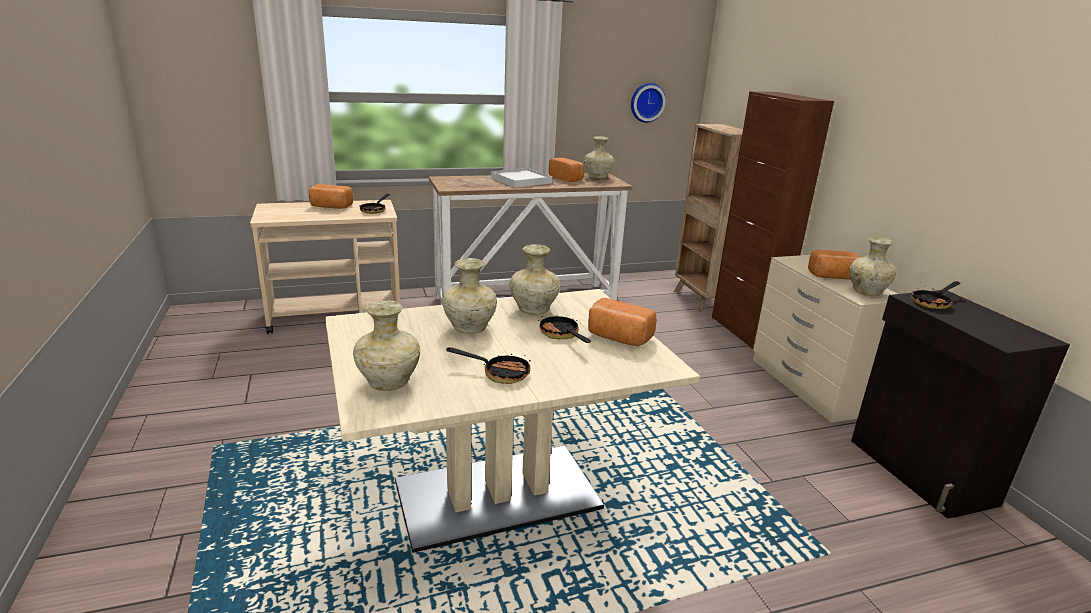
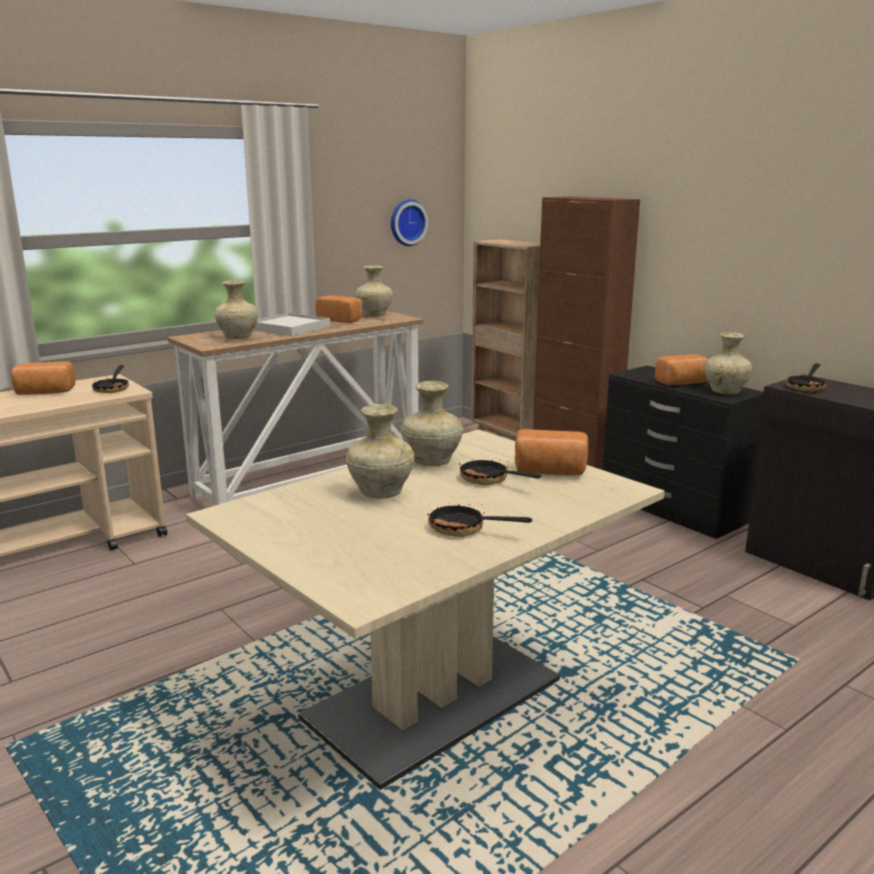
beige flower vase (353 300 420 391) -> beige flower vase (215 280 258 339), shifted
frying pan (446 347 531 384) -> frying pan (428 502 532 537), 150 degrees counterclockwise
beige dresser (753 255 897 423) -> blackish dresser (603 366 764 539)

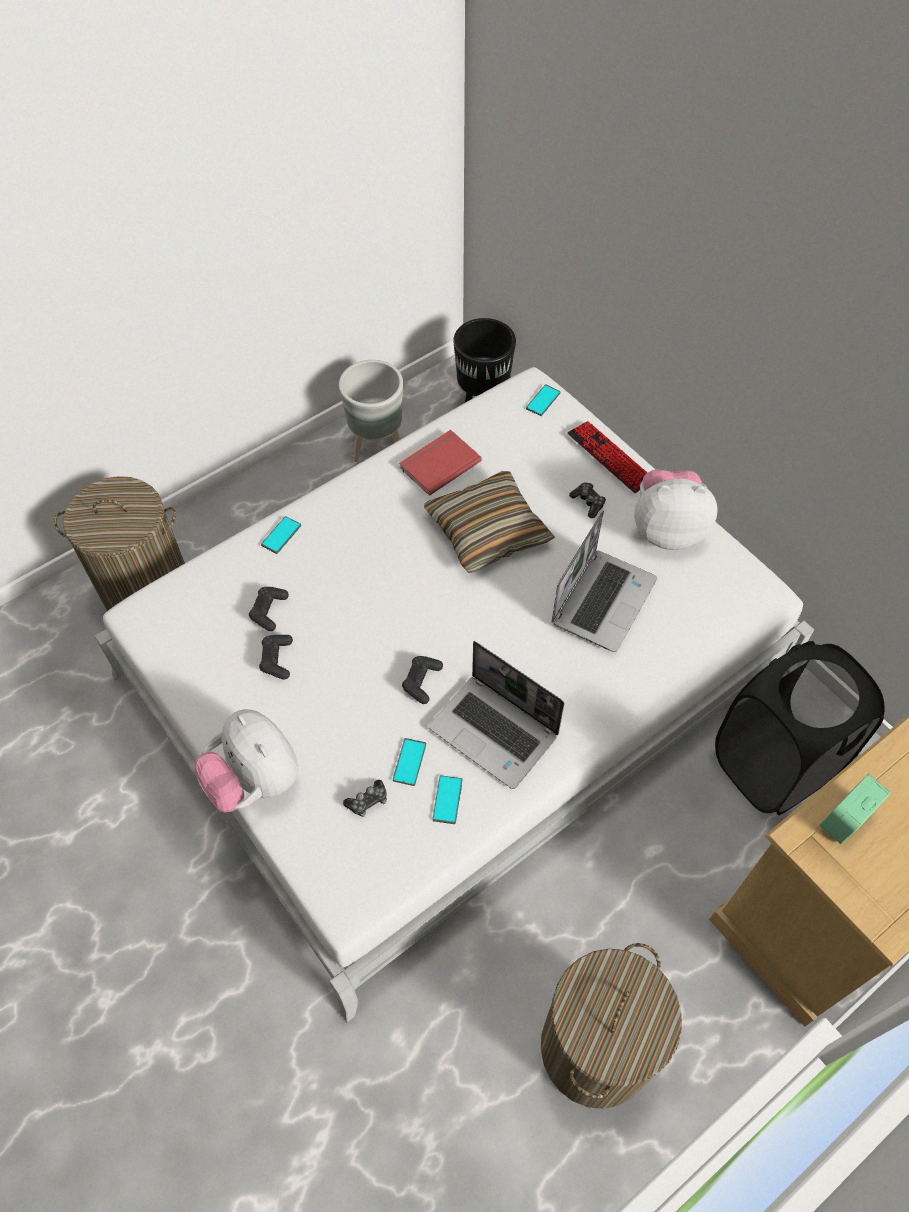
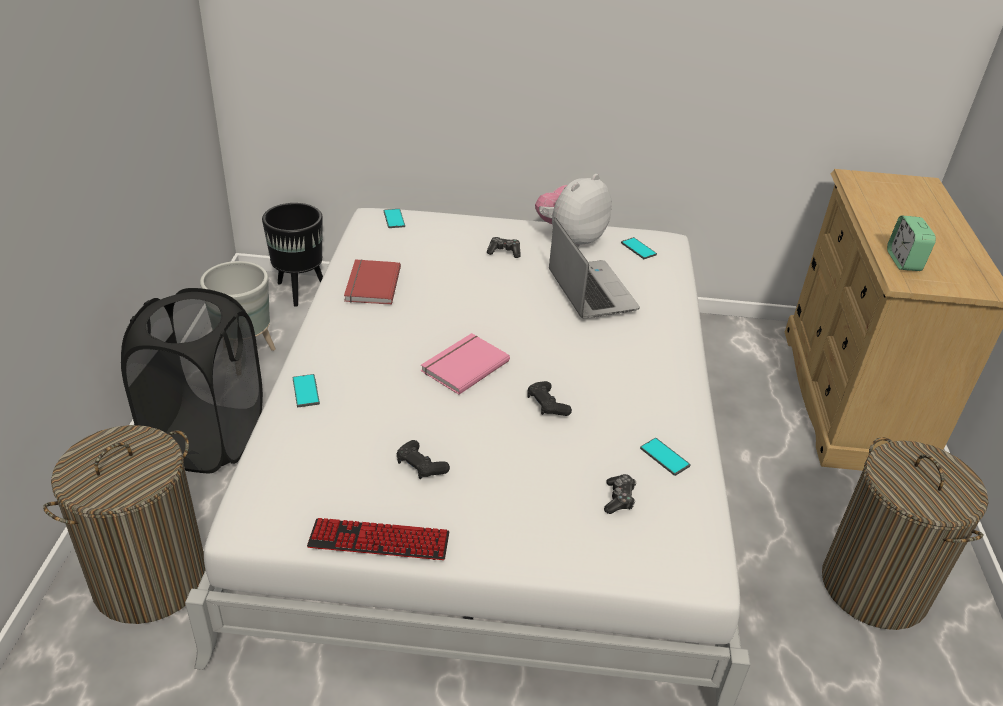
blackish hamper (715 641 885 815) -> blackish hamper (121 288 263 473), shifted
keyboard (567 421 648 493) -> keyboard (307 518 450 560), shifted
none -> pink volume (421 333 510 395)
phone (393 738 426 786) -> phone (621 237 657 259), shifted
cuddly toy (194 709 299 812) -> none
blackish joypad (249 587 289 631) -> none
throw pillow (424 471 555 573) -> none
laptop (428 641 565 789) -> none

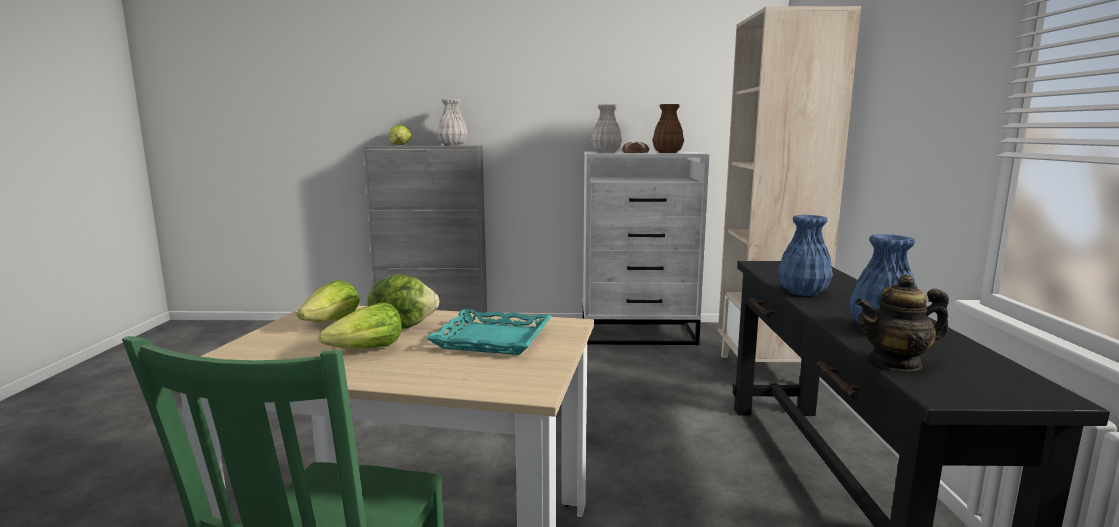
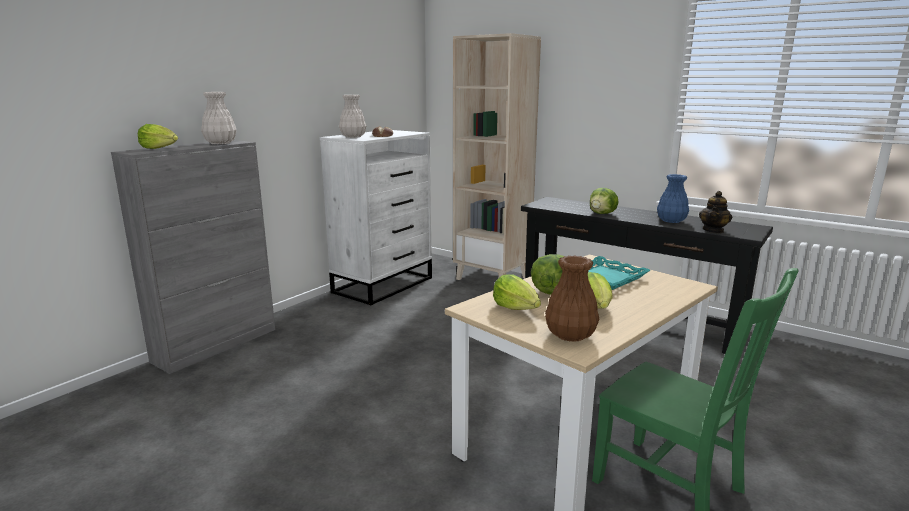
brown-coloured flower vase (652 104 684 153) -> brown-coloured flower vase (545 256 599 342), shifted
bluish flower vase (778 215 833 296) -> lettuce (590 188 619 214)

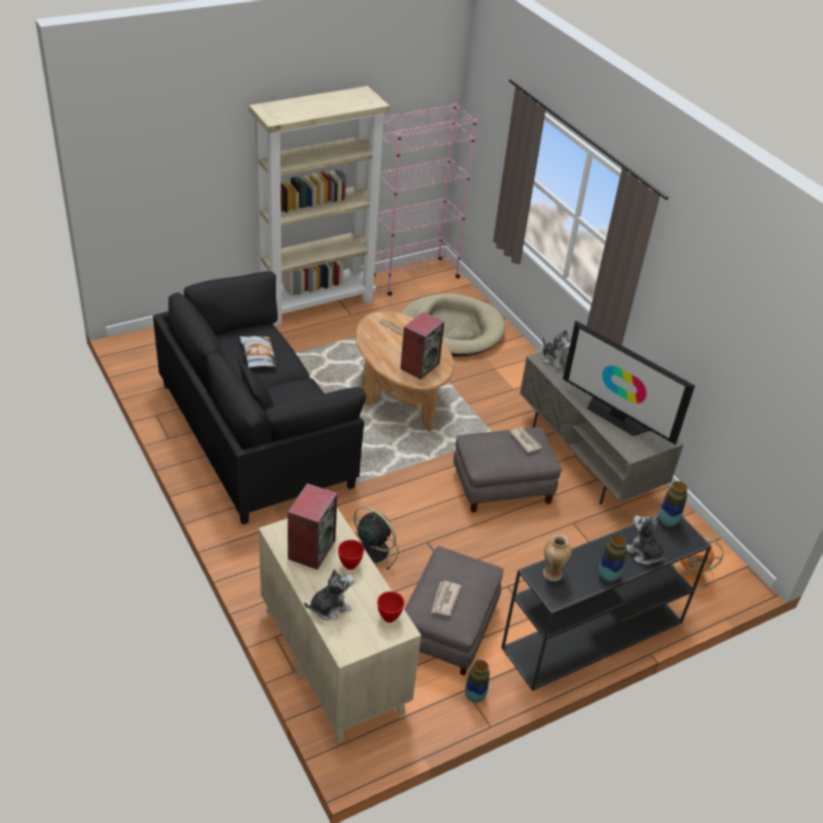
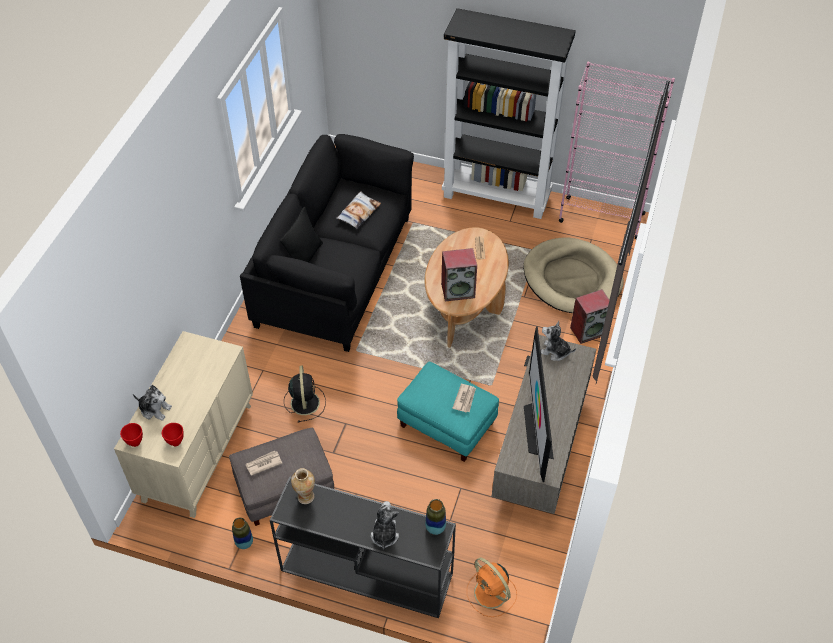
red serving bowl (338 540 364 570) -> red serving bowl (120 423 143 447), shifted
grey pouffe (453 427 562 513) -> blue-green pouffe (397 361 499 462)
beige shelving unit (249 86 390 326) -> blackish shelving unit (442 8 576 219)
cuddly toy (542 330 570 370) -> cuddly toy (541 321 576 361), 105 degrees clockwise
audio speaker (288 483 337 570) -> audio speaker (570 289 609 344), shifted
flower vase (598 535 627 582) -> none

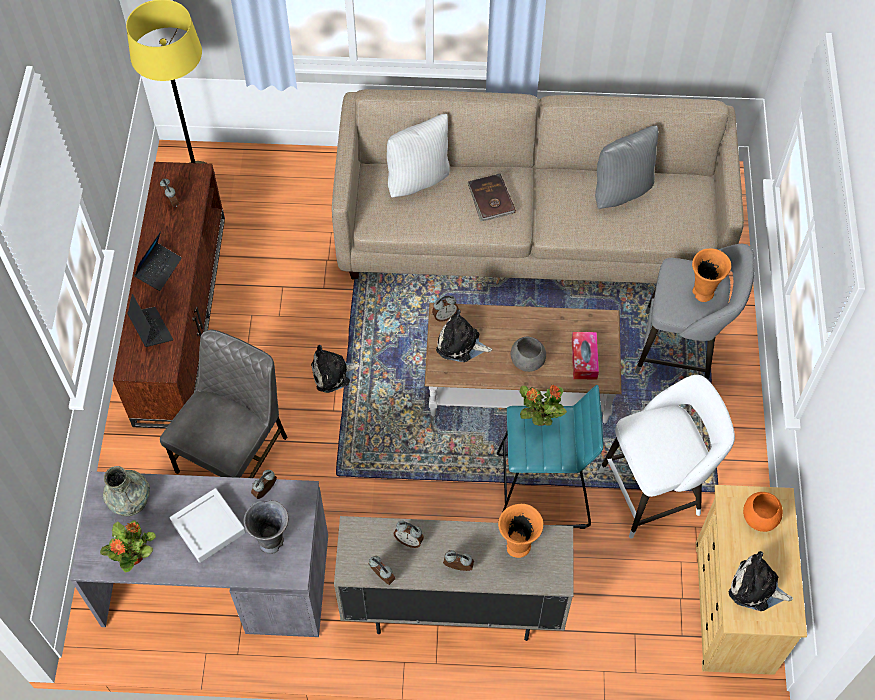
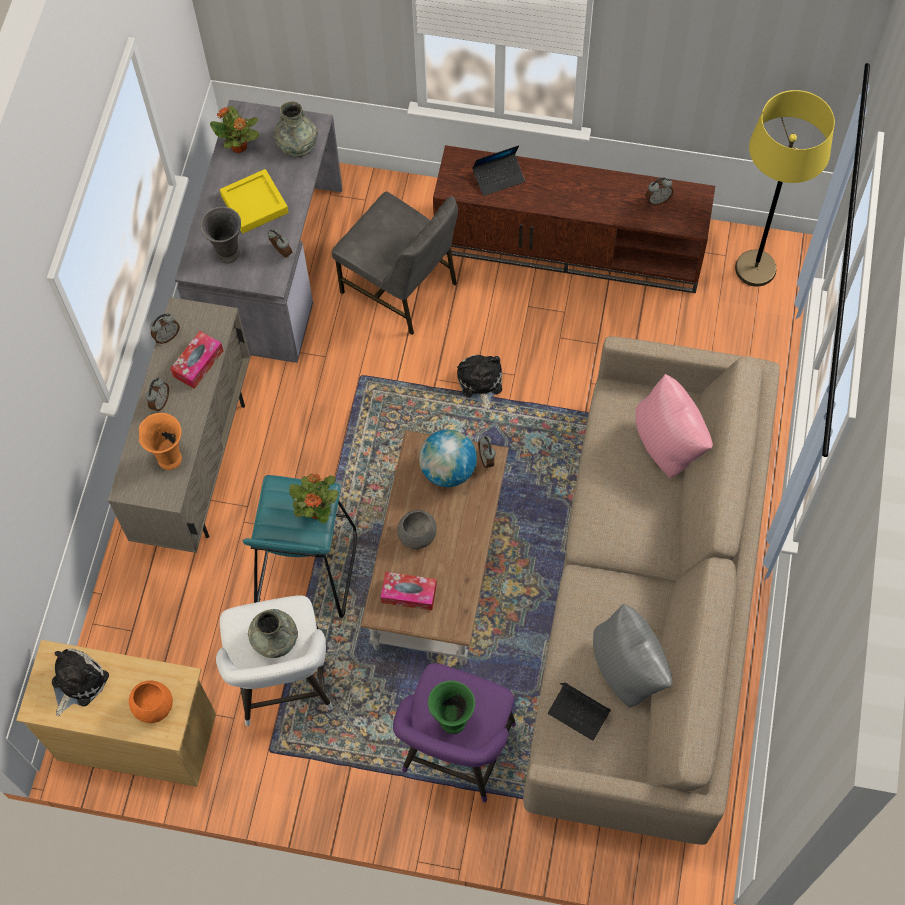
alarm clock (393 521 424 548) -> box of tissues (170 331 223 389)
grey serving tray (170 488 246 563) -> yellow serving tray (220 169 288 233)
none -> grey flower vase (248 609 298 658)
grey sitting stool (635 244 755 381) -> purplish sitting stool (393 663 516 803)
cuddly toy (436 309 492 362) -> globe (419 430 477 487)
orange flower vase (692 248 731 302) -> green-coloured flower vase (428 680 475 734)
laptop (134 231 182 291) -> laptop (548 683 611 741), shifted
white-coloured throw pillow (387 114 450 197) -> pink throw pillow (635 374 713 478)
brown-coloured volume (468 174 516 221) -> none

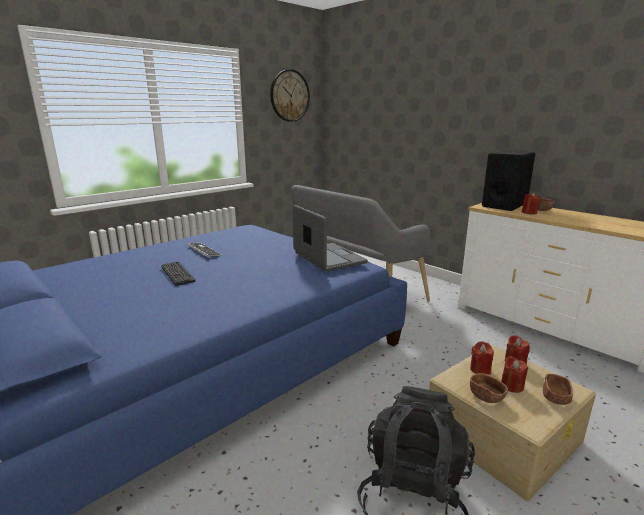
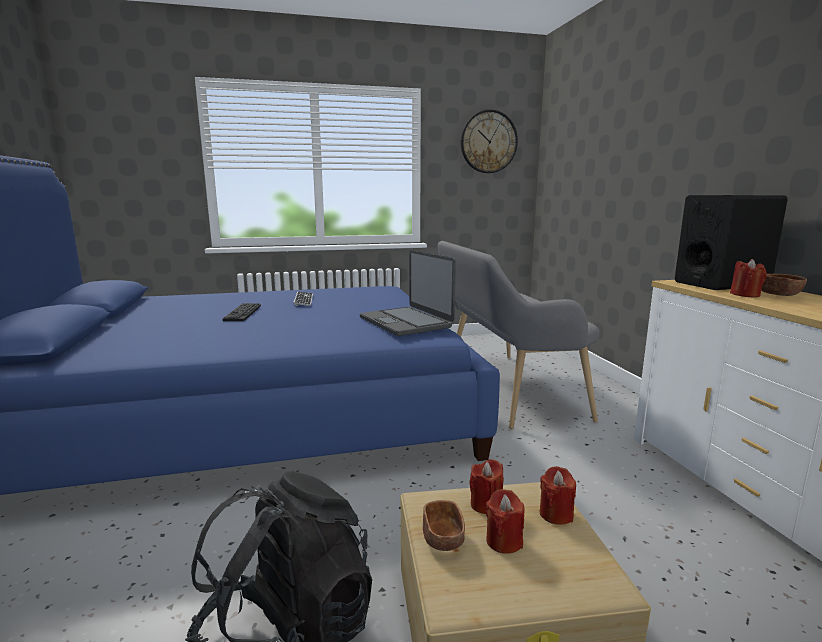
laptop (292 205 367 272) -> laptop (360 250 456 336), 150 degrees clockwise
brown-coloured serving bowl (543 374 573 405) -> none

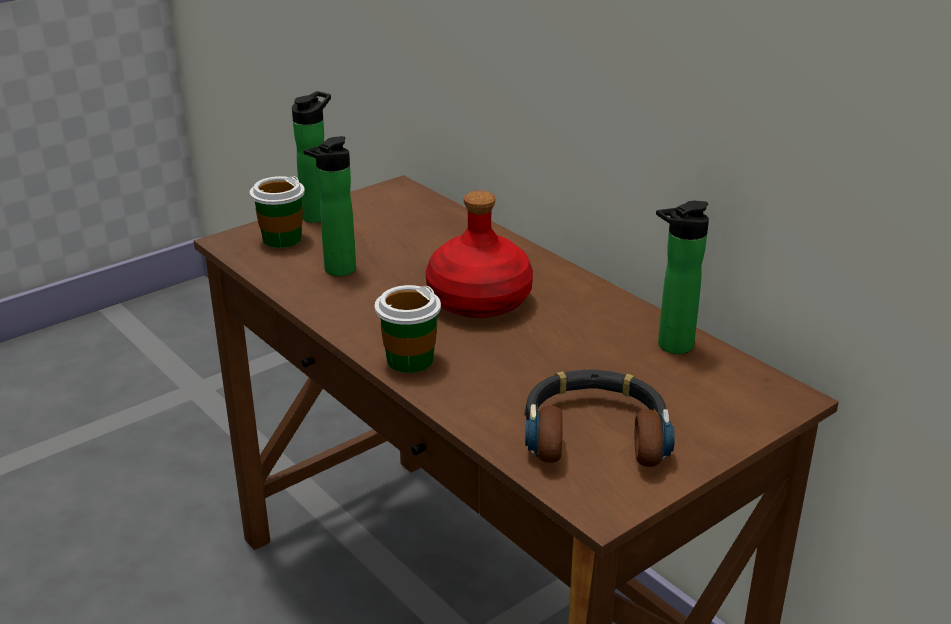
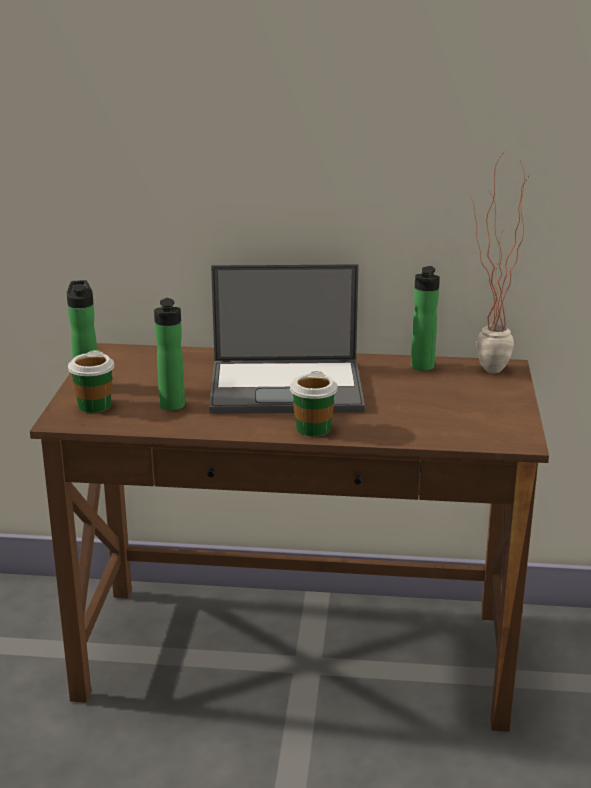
red beverage bottle (426 191 533 318) -> laptop (209 264 365 414)
none -> potted plant (470 148 529 373)
headphones (525 370 675 467) -> none

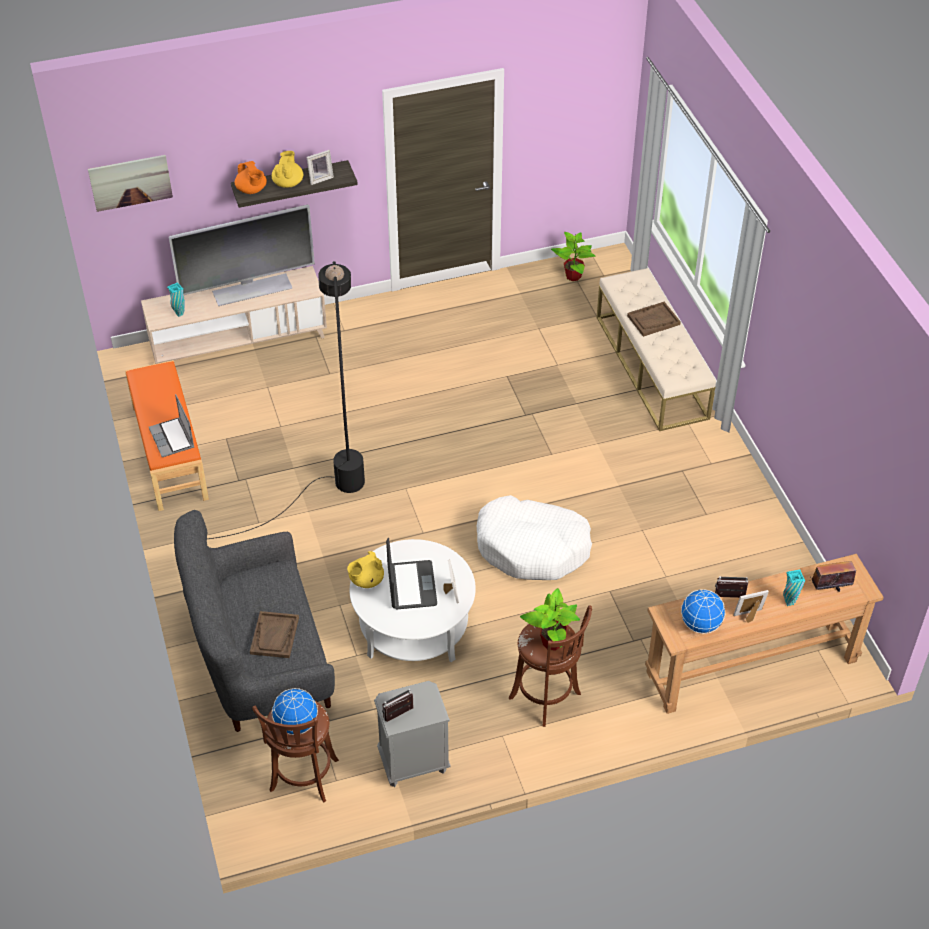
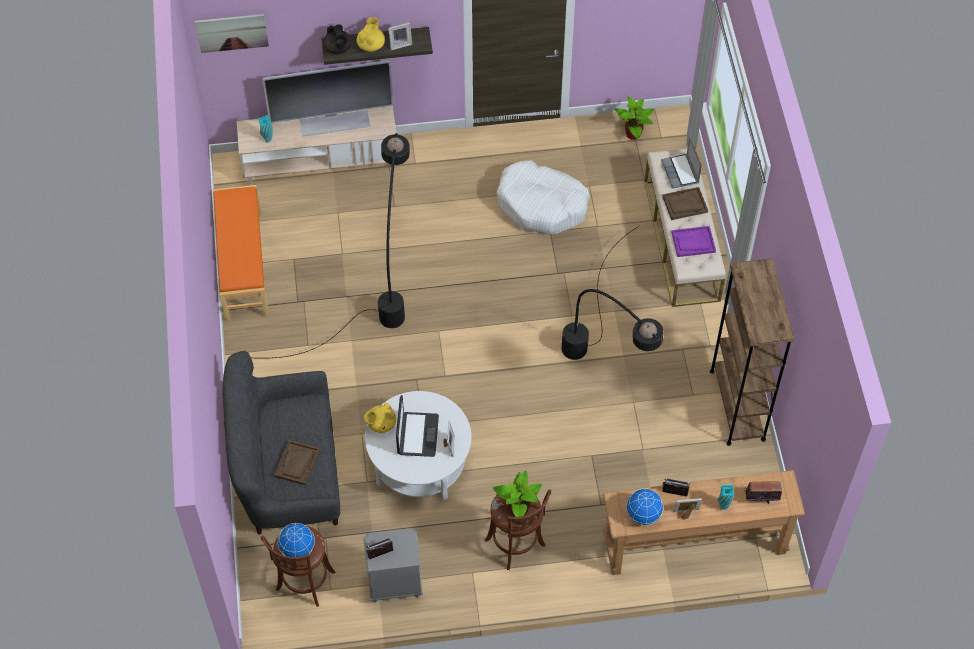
orange pot for tea (235 161 267 194) -> blackish pot for tea (323 24 352 54)
white-coloured dog cushion (477 495 592 580) -> white-coloured dog cushion (497 160 590 234), shifted
none -> blackish standing lamp (562 226 663 360)
laptop (149 394 194 457) -> laptop (661 137 702 189), shifted
none -> purplish serving tray (671 226 716 257)
none -> brown-coloured shelving unit (710 258 794 446)

